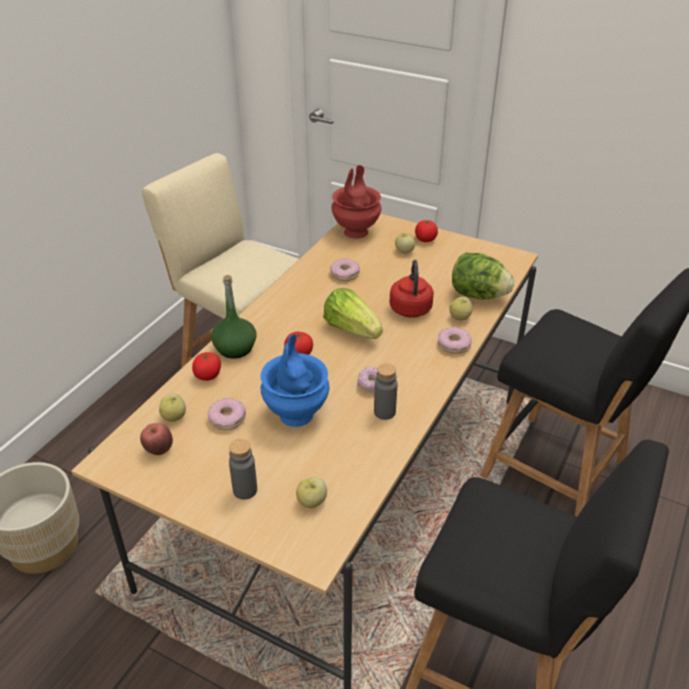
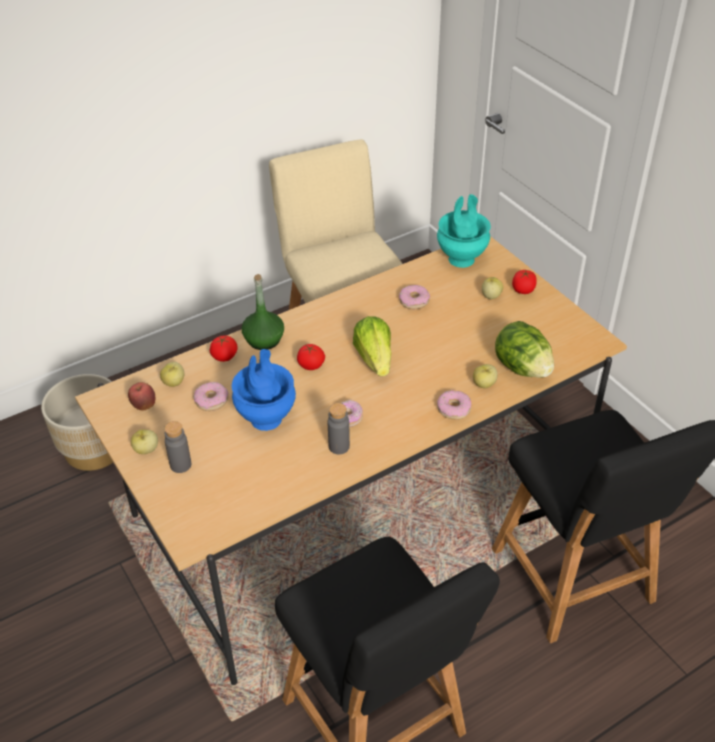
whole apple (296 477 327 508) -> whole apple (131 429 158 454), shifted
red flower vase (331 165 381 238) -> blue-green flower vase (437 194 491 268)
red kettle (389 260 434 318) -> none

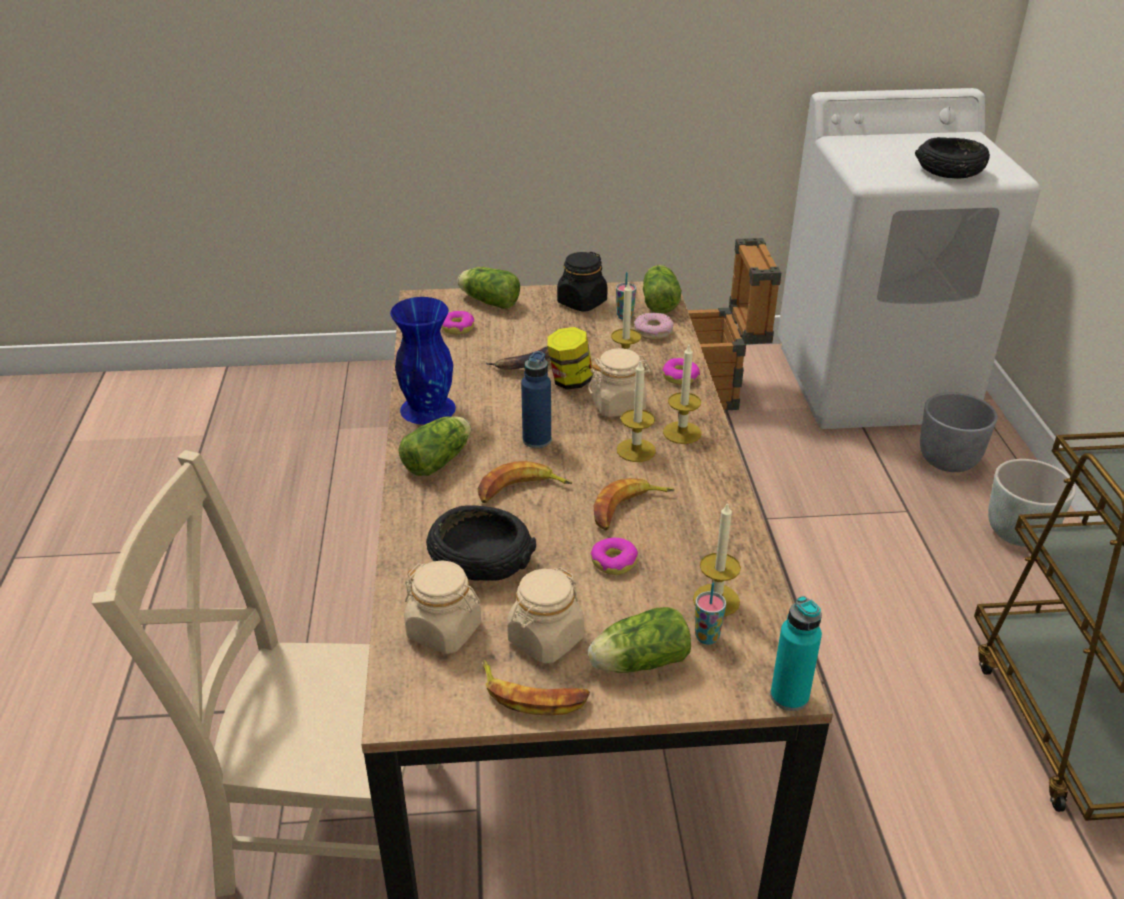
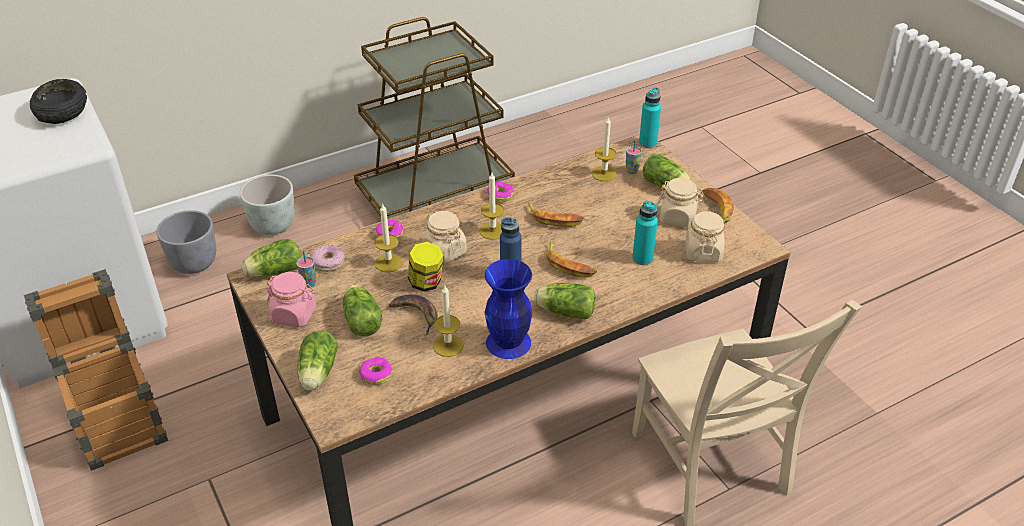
blackish preserve jar (557 252 608 312) -> pink preserve jar (266 272 316 327)
none -> lettuce (343 285 383 337)
candle (663 345 701 444) -> candle (433 284 464 357), shifted
ring doughnut (591 538 638 575) -> ring doughnut (487 182 514 202), shifted
blackish serving bowl (426 505 536 581) -> blue-green beverage bottle (632 200 658 265)

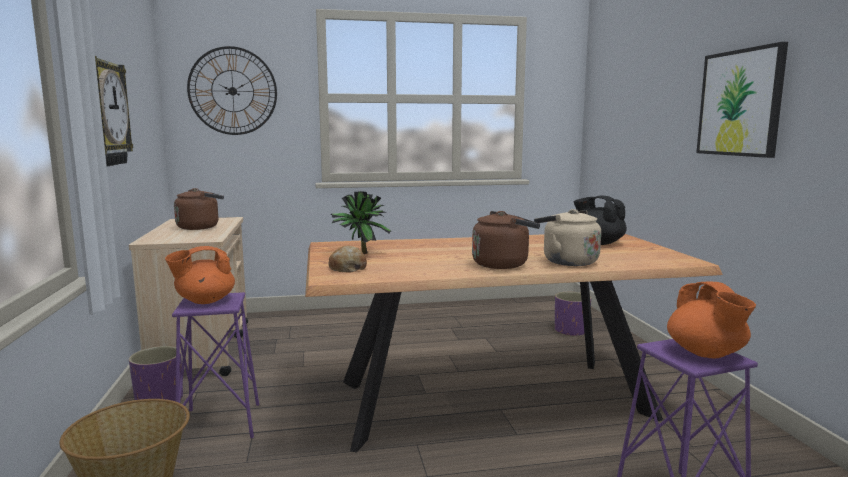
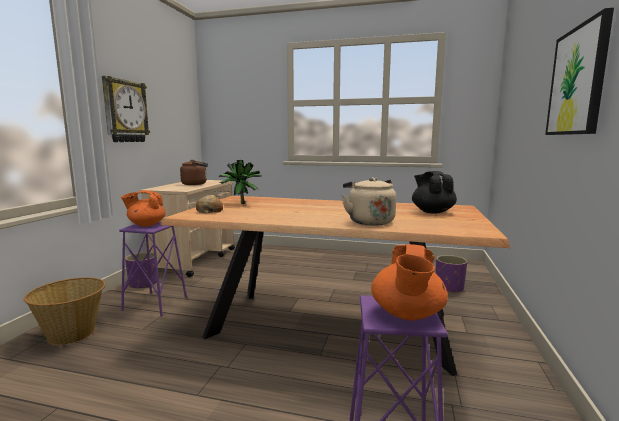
hanging clock (187 46 277 135) -> none
brown-coloured kettle (472 211 540 269) -> none

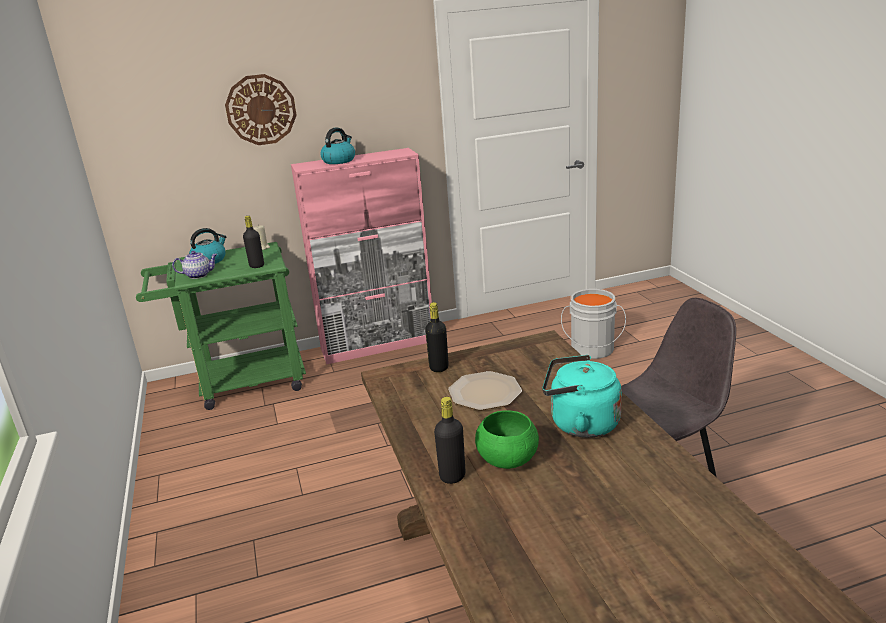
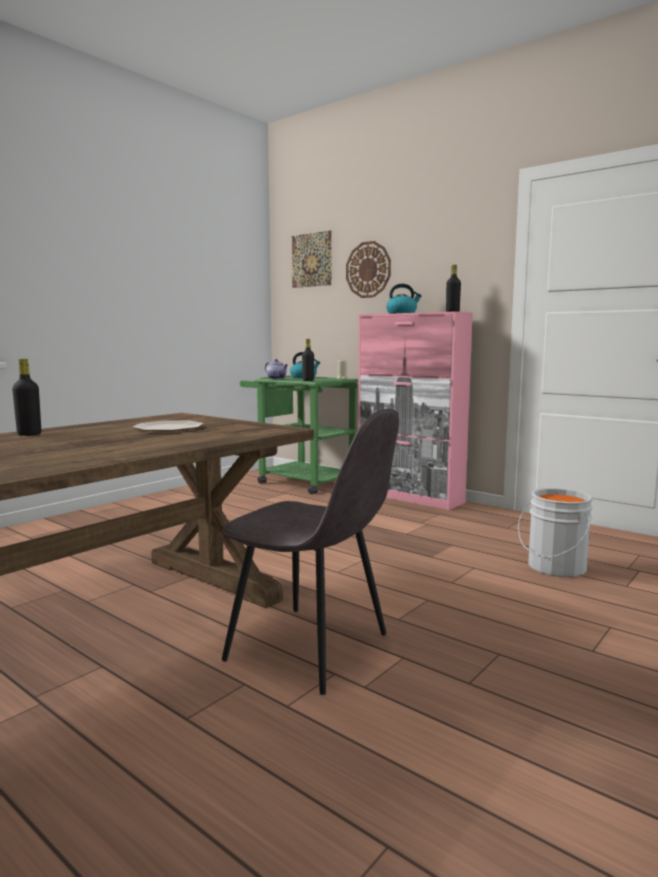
none -> picture (292 230 331 288)
blackish beverage bottle (425 302 449 372) -> blackish beverage bottle (446 265 461 312), shifted
green-coloured serving bowl (475 411 539 469) -> none
blue-green kettle (542 355 622 438) -> none

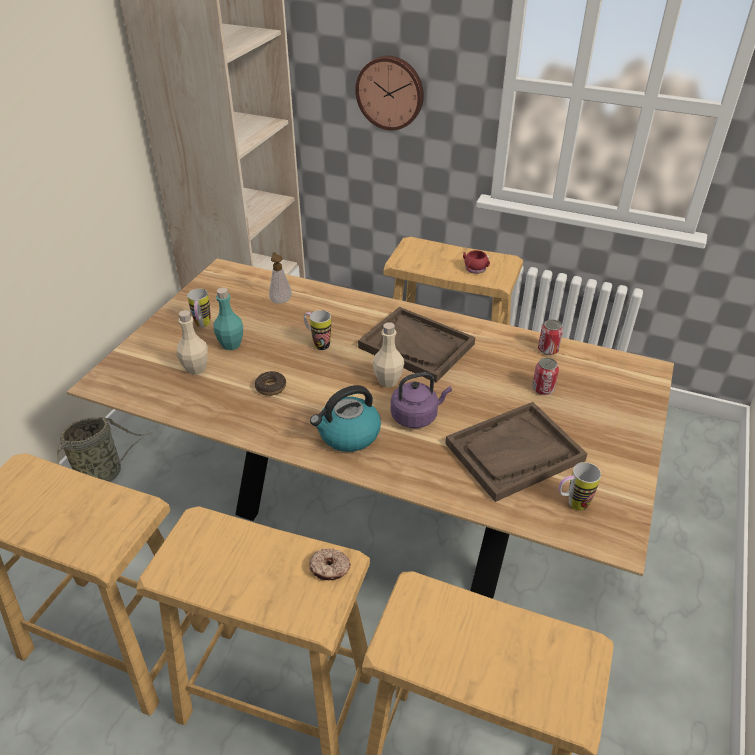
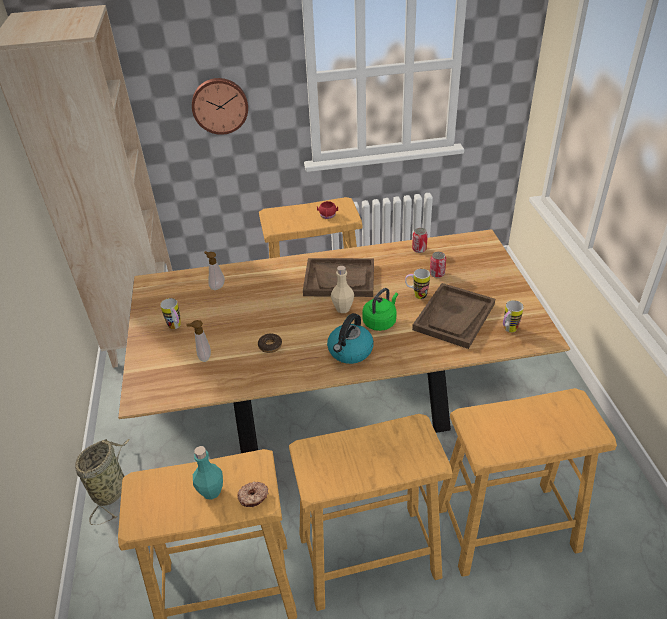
beige beverage bottle (177 310 208 375) -> soap bottle (186 320 211 362)
blue-green beverage bottle (213 288 243 350) -> blue-green beverage bottle (193 446 223 500), shifted
ring doughnut (309 548 351 580) -> ring doughnut (238 482 269 507), shifted
purplish kettle (391 372 452 428) -> green-coloured kettle (362 288 398 331)
coffee mug (304 310 331 350) -> coffee mug (405 269 430 299), shifted

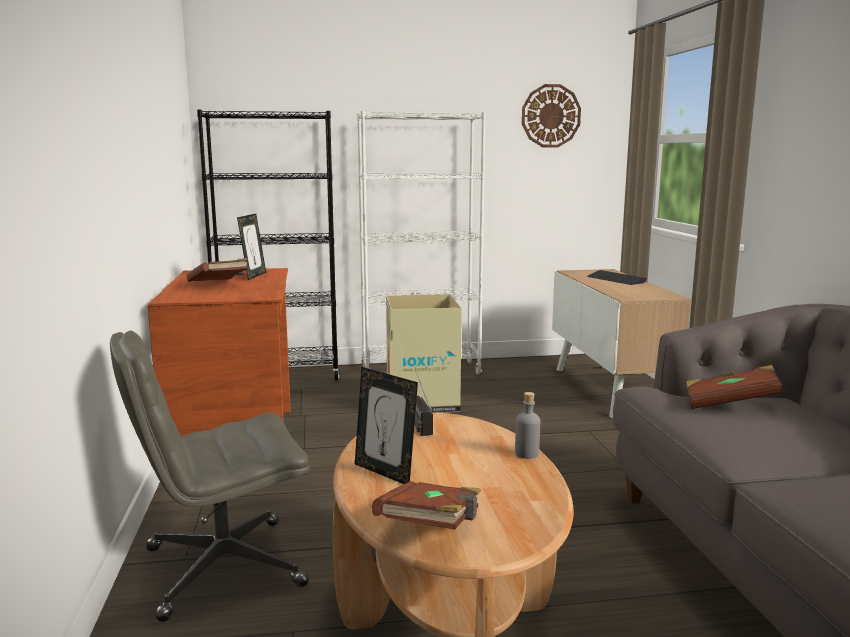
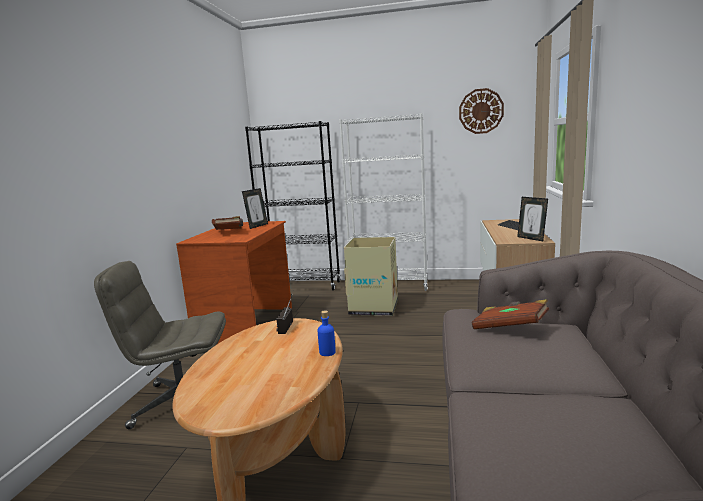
grey beverage bottle (515 392 540 459) -> bluish beverage bottle (318 310 336 356)
picture frame (355 367 418 484) -> picture frame (517 197 548 241), shifted
brown-coloured volume (372 481 481 530) -> none

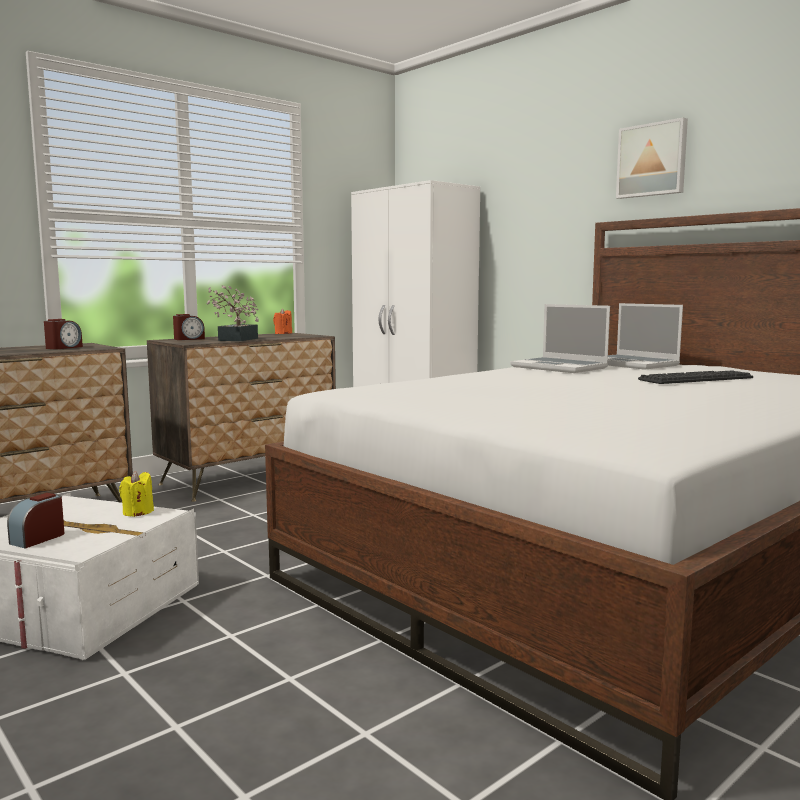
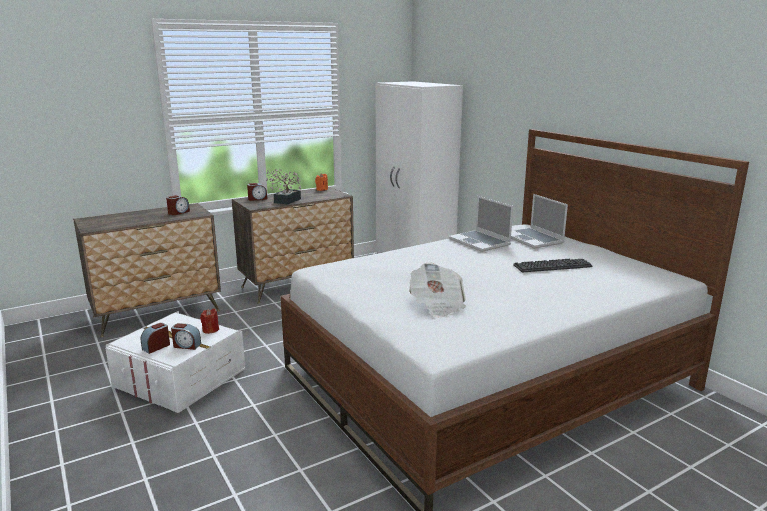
none -> alarm clock (171 323 201 350)
yellow candle (119 471 154 517) -> red candle (200 308 219 334)
none -> newspaper (409 263 466 318)
picture (616 117 688 199) -> none

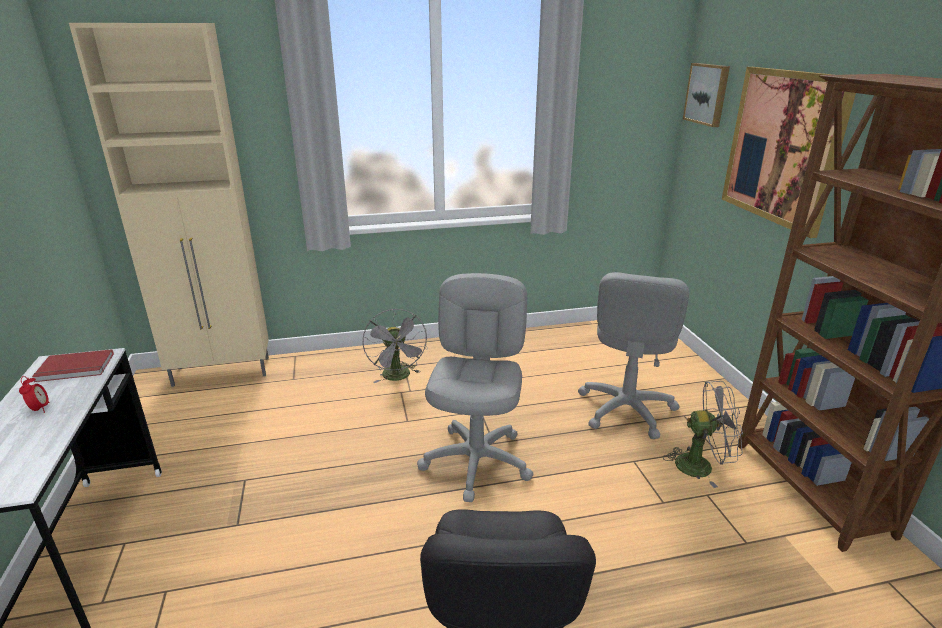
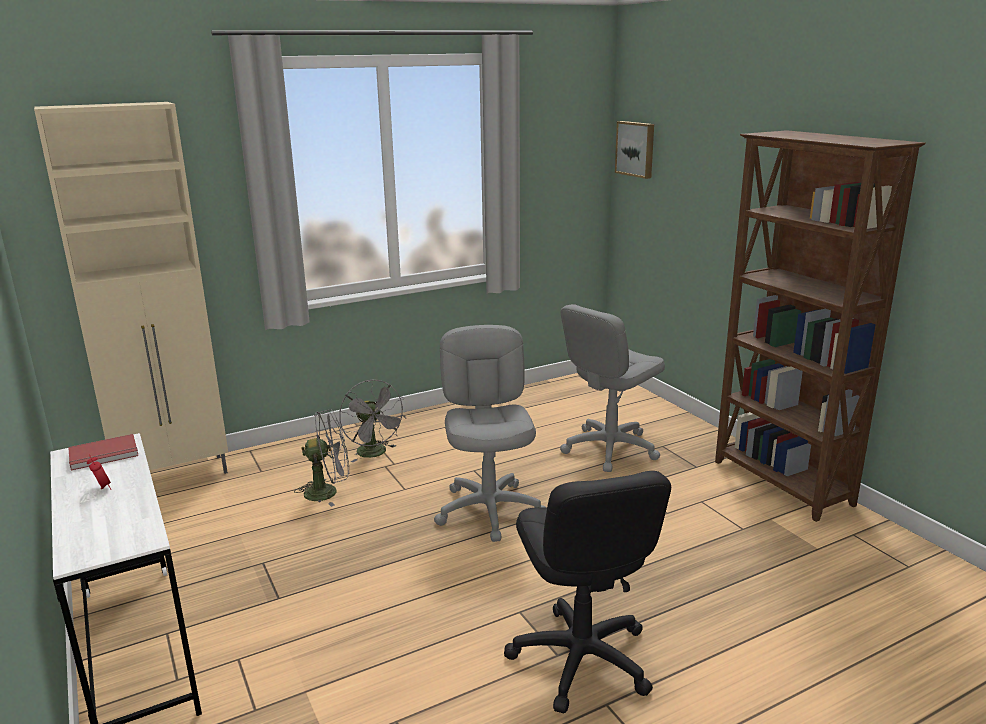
grey electric fan (663 381 743 488) -> grey electric fan (294 410 349 507), shifted
grey computer chair (578 272 689 439) -> grey computer chair (560 304 665 472), 45 degrees clockwise
picture (722 67 856 238) -> none

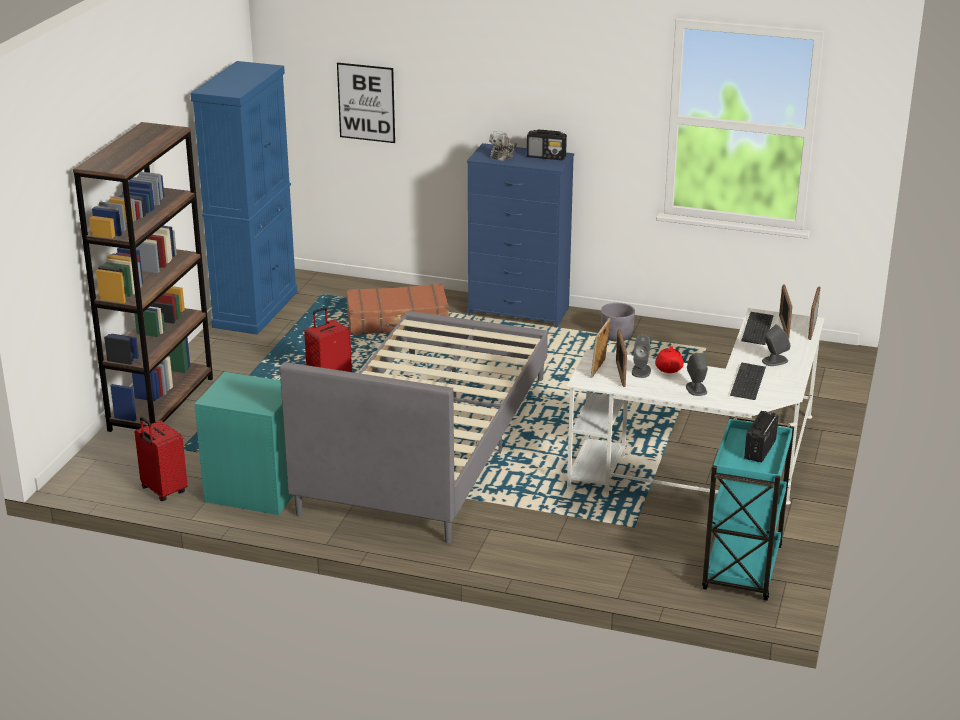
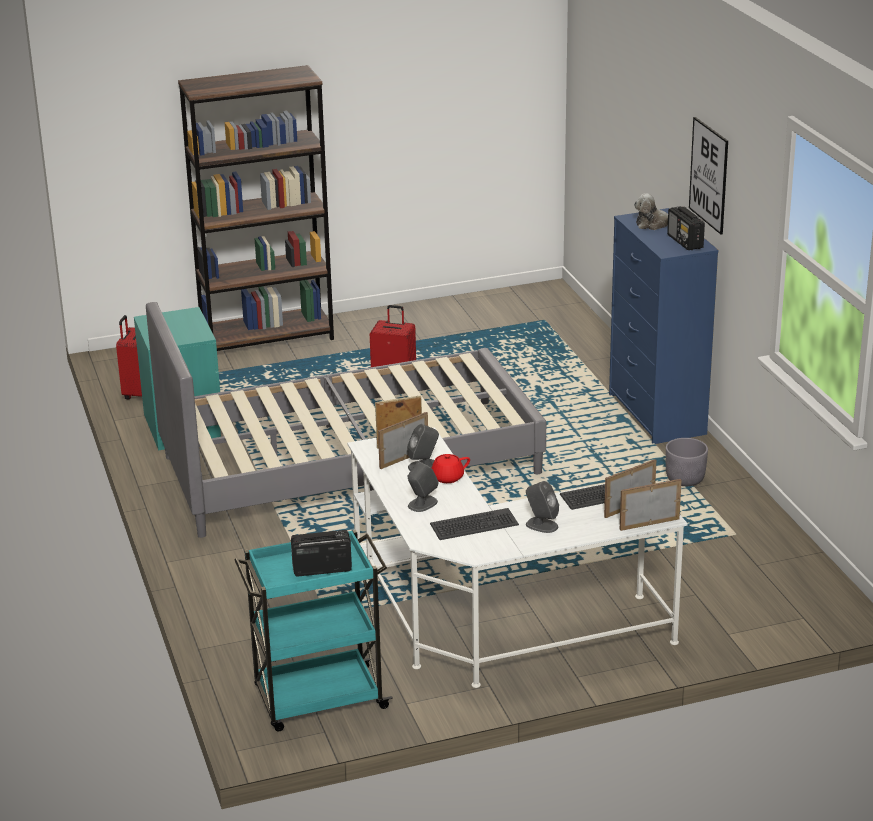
picture (337 63 395 143) -> picture (689 117 728 235), shifted
bluish cabinet (190 61 297 335) -> none
brown-coloured piece of luggage (346 284 449 335) -> none

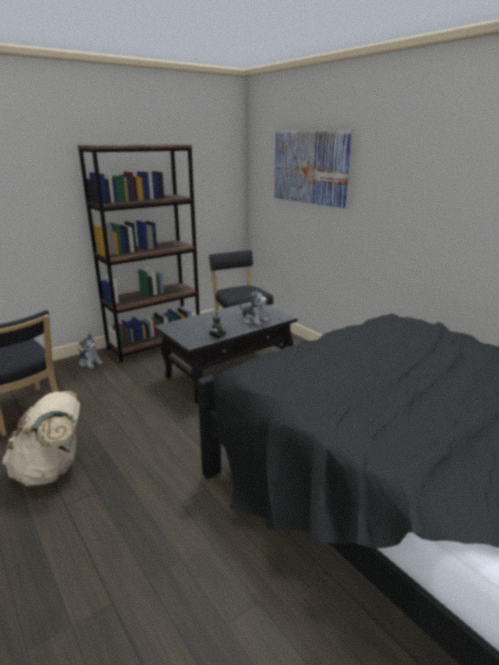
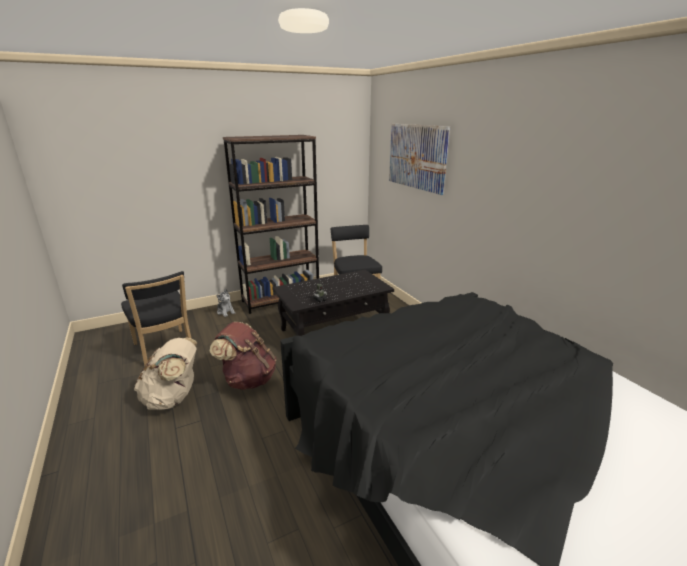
none -> brown-coloured rucksack (209 322 277 390)
cuddly toy (240 287 269 325) -> none

